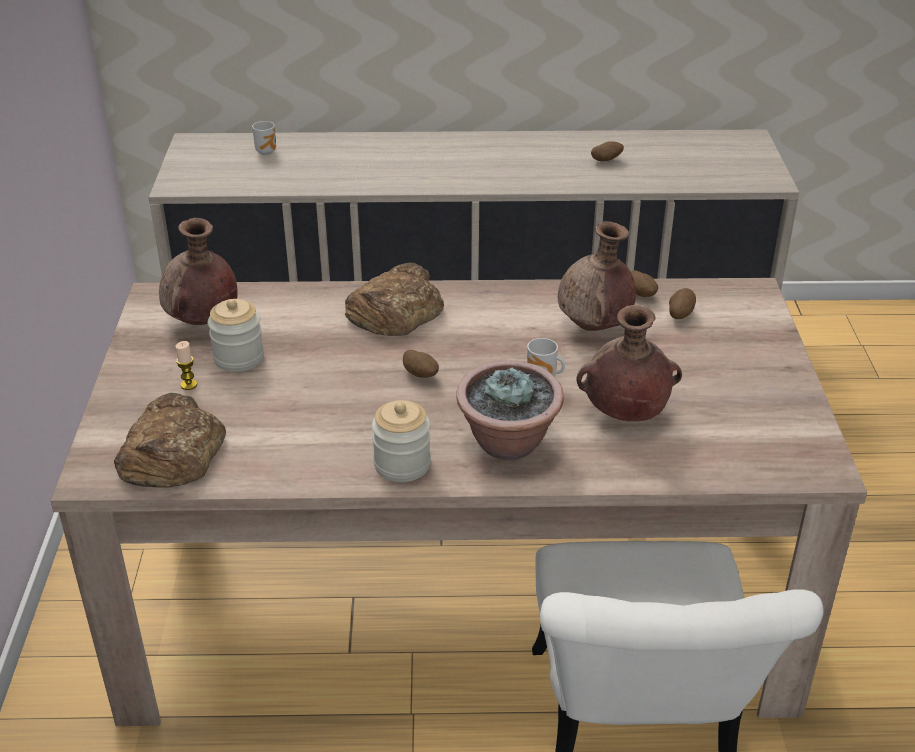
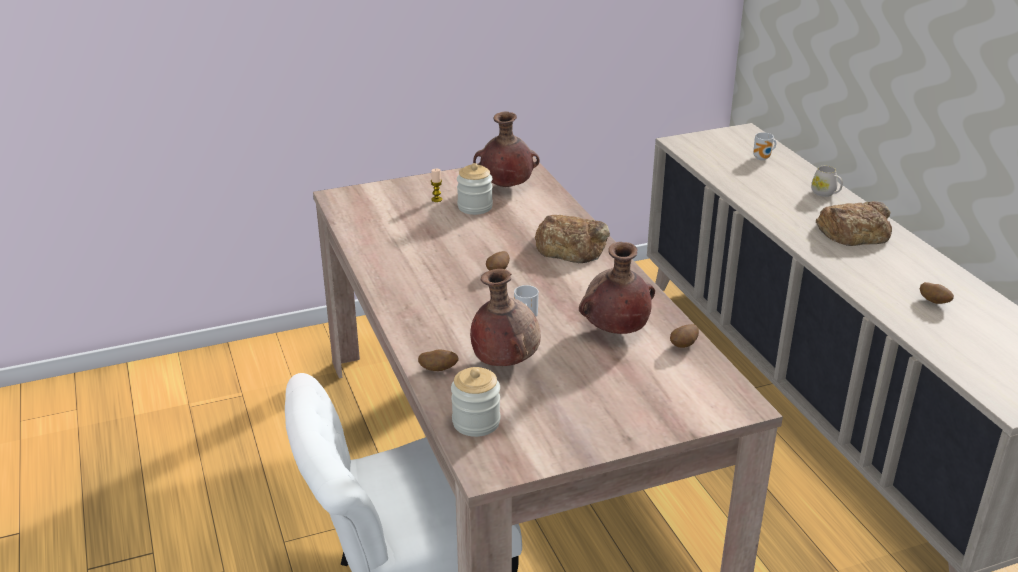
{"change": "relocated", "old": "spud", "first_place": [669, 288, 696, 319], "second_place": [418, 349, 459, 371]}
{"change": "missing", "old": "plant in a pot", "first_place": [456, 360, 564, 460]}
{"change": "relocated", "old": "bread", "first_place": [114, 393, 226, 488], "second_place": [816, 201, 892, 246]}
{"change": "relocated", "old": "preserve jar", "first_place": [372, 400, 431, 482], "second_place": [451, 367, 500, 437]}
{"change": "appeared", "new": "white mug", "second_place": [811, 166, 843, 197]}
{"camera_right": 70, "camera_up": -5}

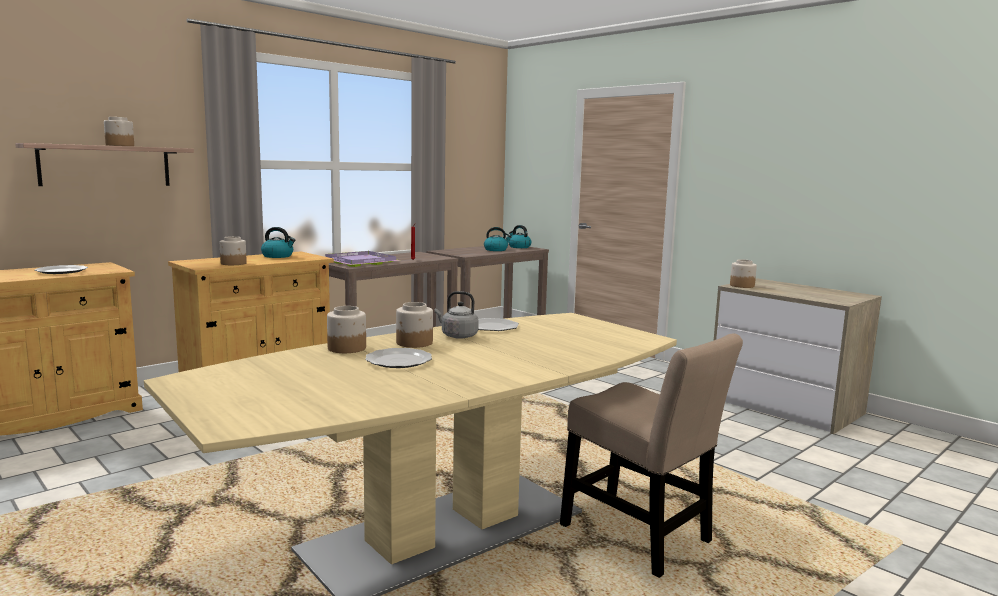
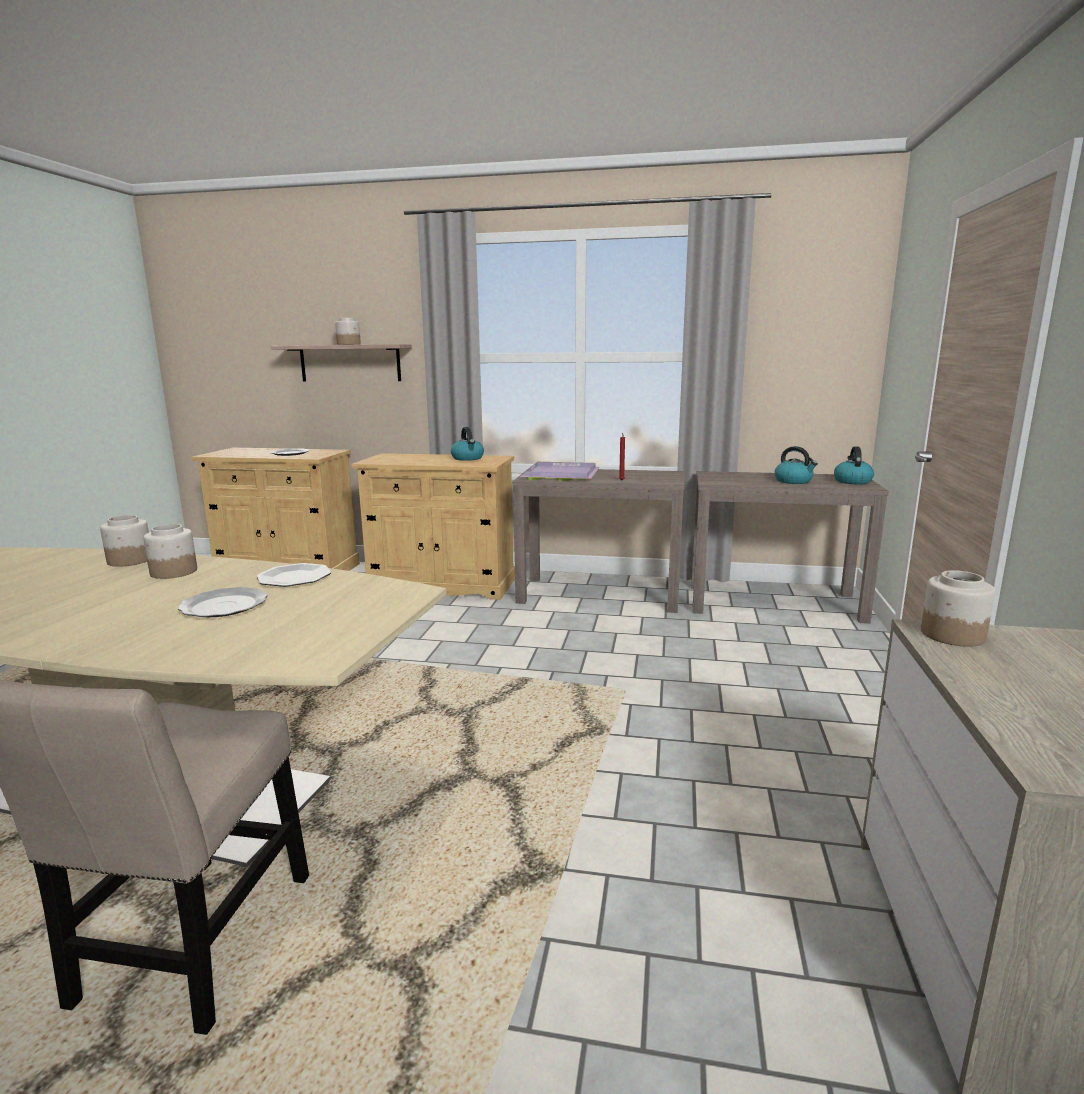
{"change": "missing", "old": "preserve jar", "first_place": [220, 236, 247, 265]}
{"change": "missing", "old": "gray tea kettle", "first_place": [435, 291, 479, 339]}
{"change": "relocated", "old": "flat dish", "first_place": [365, 348, 432, 368], "second_place": [178, 587, 268, 617]}
{"camera_right": 55, "camera_up": 5}

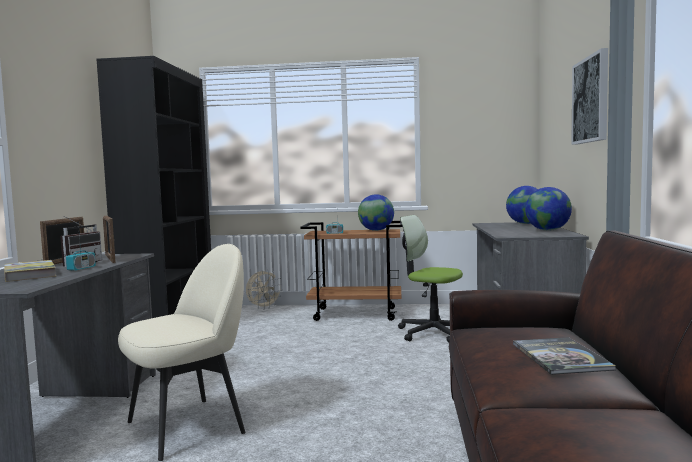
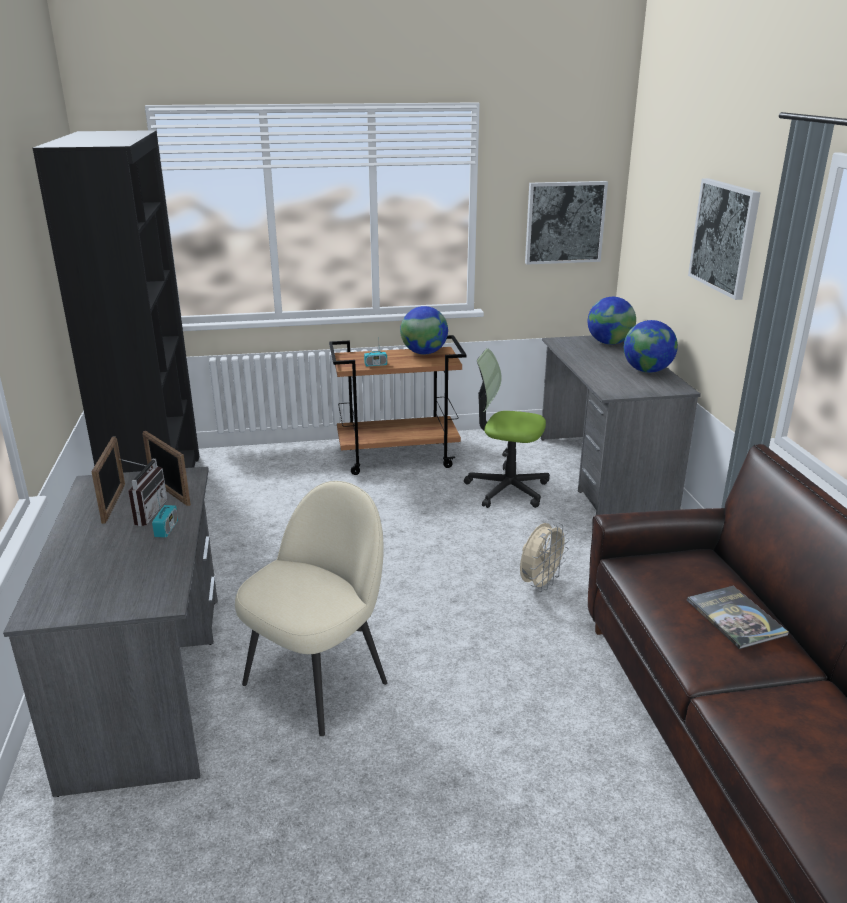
{"change": "missing", "old": "bound book", "first_place": [4, 260, 57, 282]}
{"change": "relocated", "old": "beige cooling fan", "first_place": [246, 270, 282, 309], "second_place": [520, 523, 570, 592]}
{"change": "appeared", "new": "picture", "second_place": [525, 181, 608, 265]}
{"camera_right": -15, "camera_up": 20}

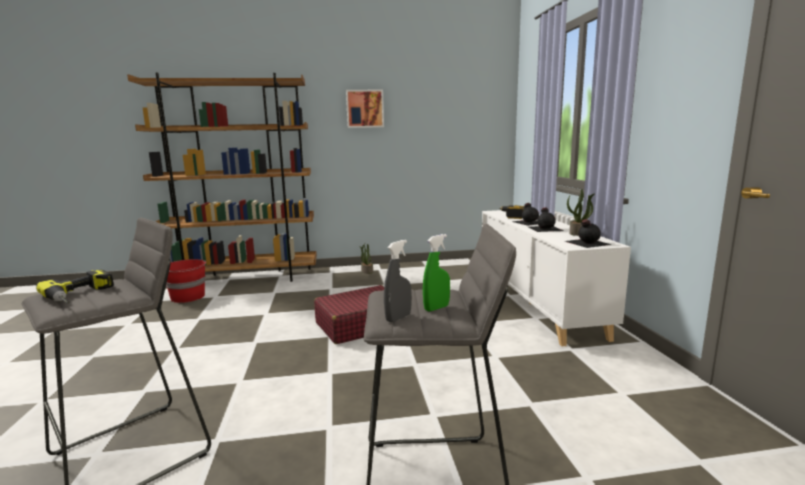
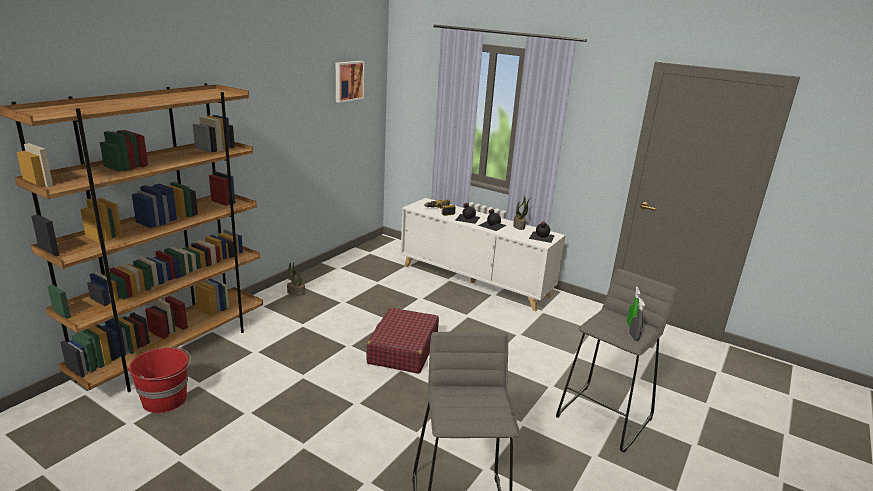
{"change": "relocated", "old": "picture", "first_place": [346, 90, 384, 128], "second_place": [336, 61, 364, 103]}
{"change": "missing", "old": "electric drill", "first_place": [36, 270, 114, 303]}
{"camera_right": -50, "camera_up": 10}

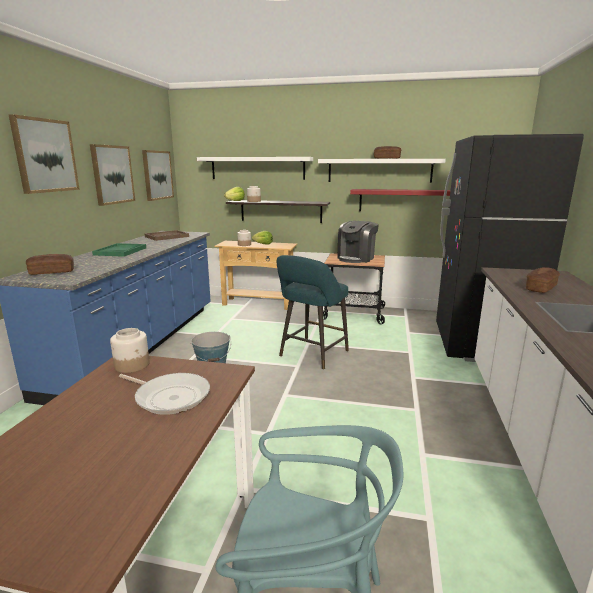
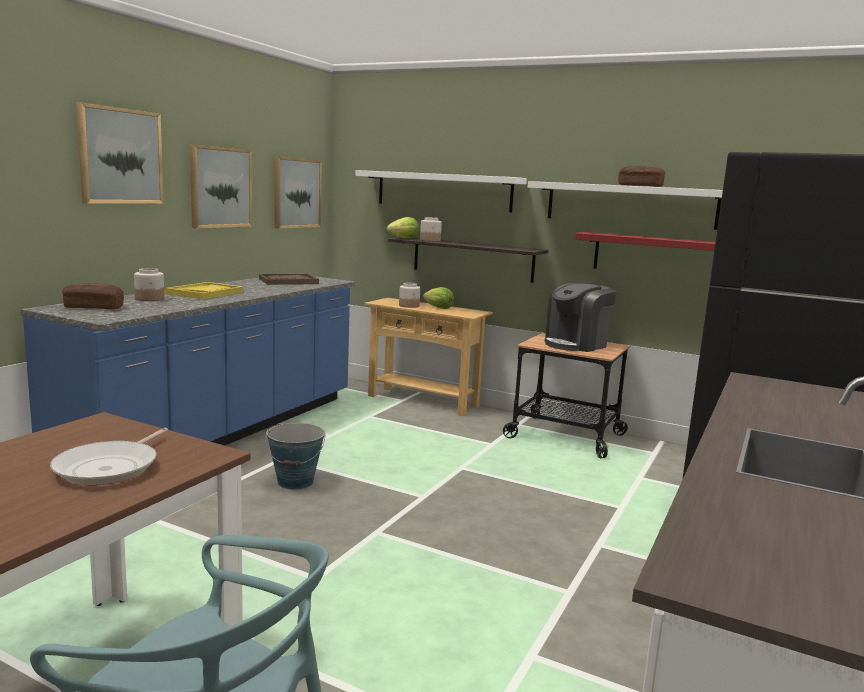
{"change": "colour", "old": "green serving tray", "new": "yellow serving tray", "first_place": [92, 243, 146, 257], "second_place": [165, 282, 243, 299]}
{"change": "missing", "old": "turquoise-coloured sitting stool", "first_place": [277, 255, 349, 370]}
{"change": "missing", "old": "bread", "first_place": [526, 267, 560, 293]}
{"change": "relocated", "old": "preserve jar", "first_place": [110, 328, 150, 373], "second_place": [134, 268, 164, 301]}
{"change": "spun", "old": "skillet", "first_place": [119, 373, 210, 415], "second_place": [50, 428, 168, 485], "degrees": 60}
{"camera_right": 15, "camera_up": -5}

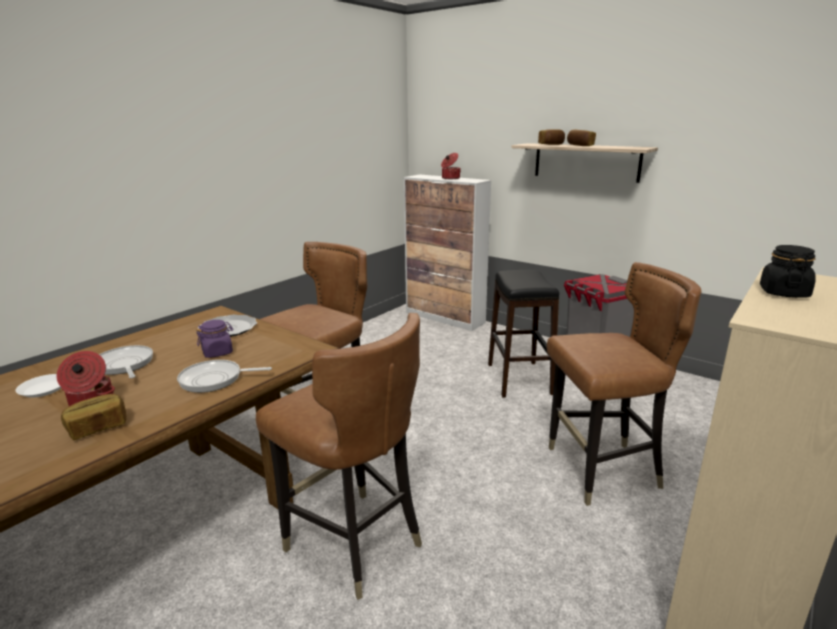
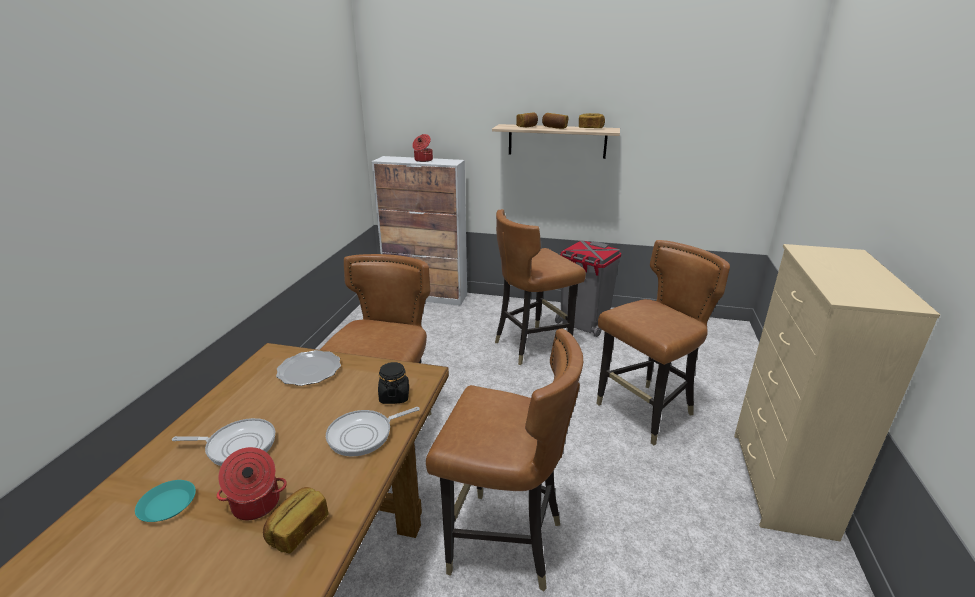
{"change": "relocated", "old": "blackish preserve jar", "first_place": [760, 245, 816, 298], "second_place": [378, 362, 409, 404]}
{"change": "exchanged", "old": "blackish sitting stool", "new": "brownish plain chair", "first_place": [488, 270, 559, 398], "second_place": [495, 209, 586, 365]}
{"change": "missing", "old": "purple-coloured preserve jar", "first_place": [196, 320, 234, 358]}
{"change": "spun", "old": "skillet", "first_place": [99, 345, 153, 378], "second_place": [172, 418, 275, 466], "degrees": 150}
{"change": "colour", "old": "white flat dish", "new": "turquoise-coloured flat dish", "first_place": [16, 374, 61, 397], "second_place": [135, 480, 196, 522]}
{"change": "appeared", "new": "bread", "second_place": [579, 113, 605, 128]}
{"camera_right": -25, "camera_up": 5}

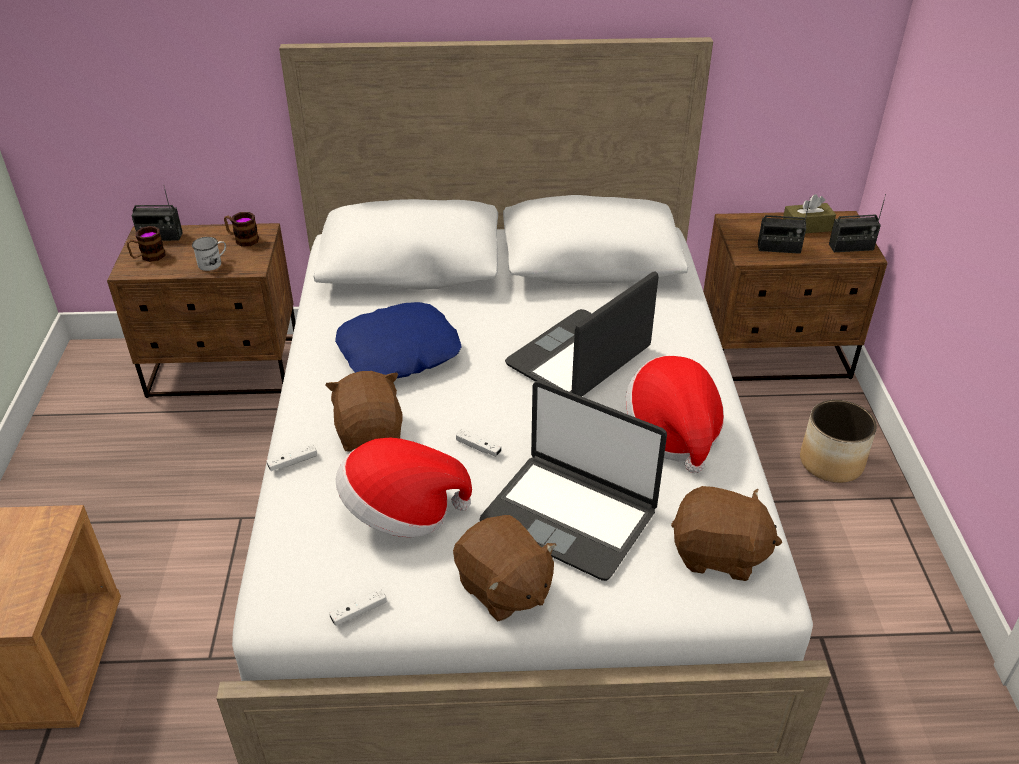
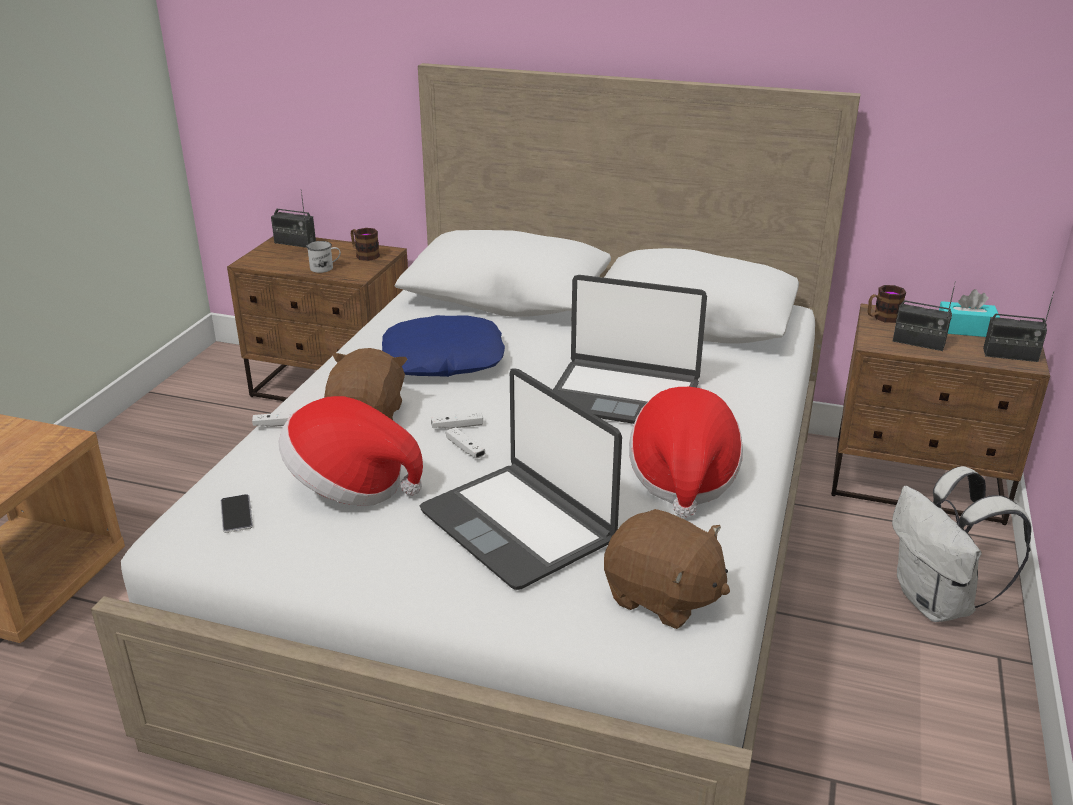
{"change": "colour", "old": "brownish tissue holder", "new": "turquoise-coloured tissue holder", "first_place": [783, 194, 836, 233], "second_place": [939, 289, 1000, 337]}
{"change": "relocated", "old": "mug", "first_place": [127, 226, 166, 262], "second_place": [867, 285, 906, 323]}
{"change": "spun", "old": "portable computer", "first_place": [505, 271, 659, 397], "second_place": [553, 275, 707, 424], "degrees": -135}
{"change": "exchanged", "old": "plant pot", "new": "white knapsack", "first_place": [800, 400, 877, 483], "second_place": [892, 466, 1031, 622]}
{"change": "missing", "old": "brownish plush toy", "first_place": [453, 515, 556, 621]}
{"change": "relocated", "old": "white game controller", "first_place": [329, 588, 387, 626], "second_place": [431, 412, 483, 429]}
{"change": "appeared", "new": "phone", "second_place": [221, 494, 253, 533]}
{"camera_right": 20, "camera_up": -10}

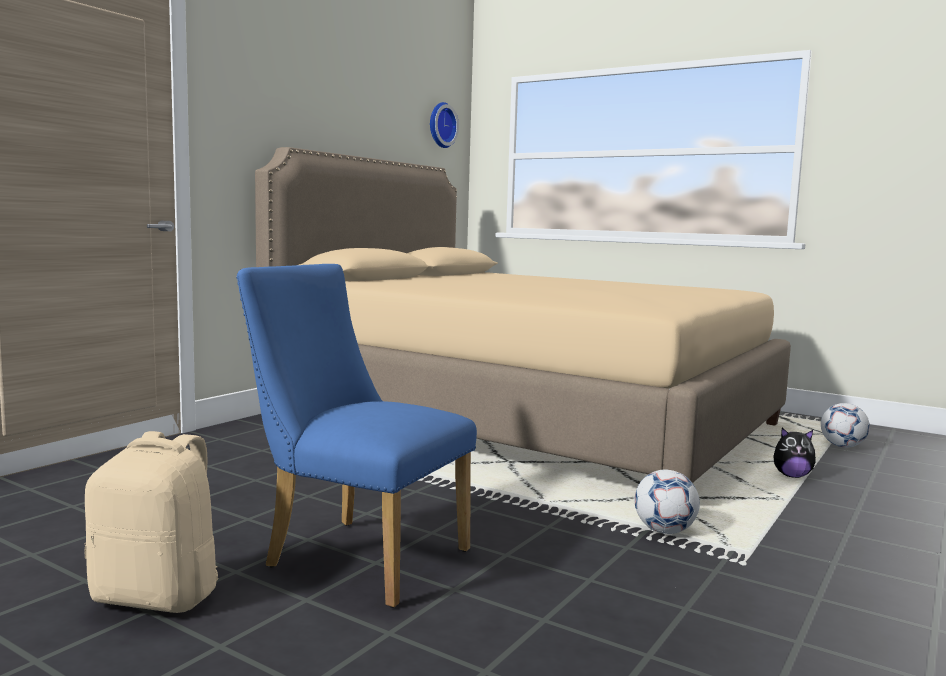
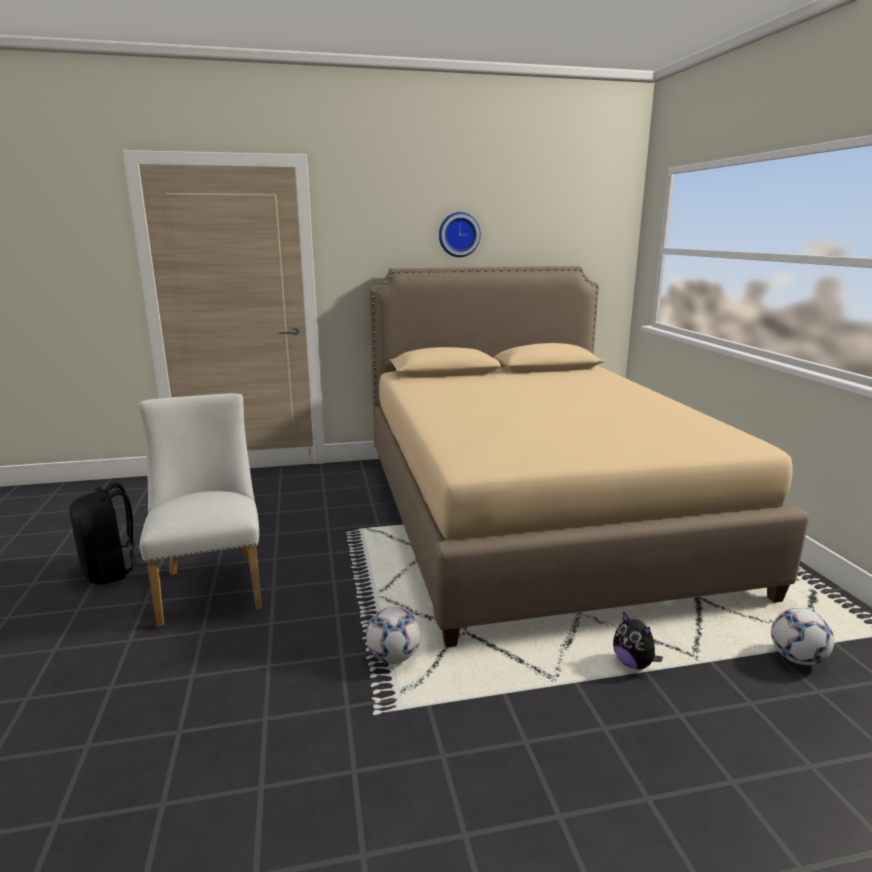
{"change": "relocated", "old": "clock on the wall", "first_place": [430, 102, 459, 148], "second_place": [439, 212, 481, 257]}
{"change": "colour", "old": "bluish plain chair", "new": "white plain chair", "first_place": [236, 264, 477, 608], "second_place": [138, 393, 262, 627]}
{"change": "colour", "old": "beige knapsack", "new": "blackish knapsack", "first_place": [84, 431, 219, 613], "second_place": [69, 483, 147, 584]}
{"camera_right": 45, "camera_up": 10}

